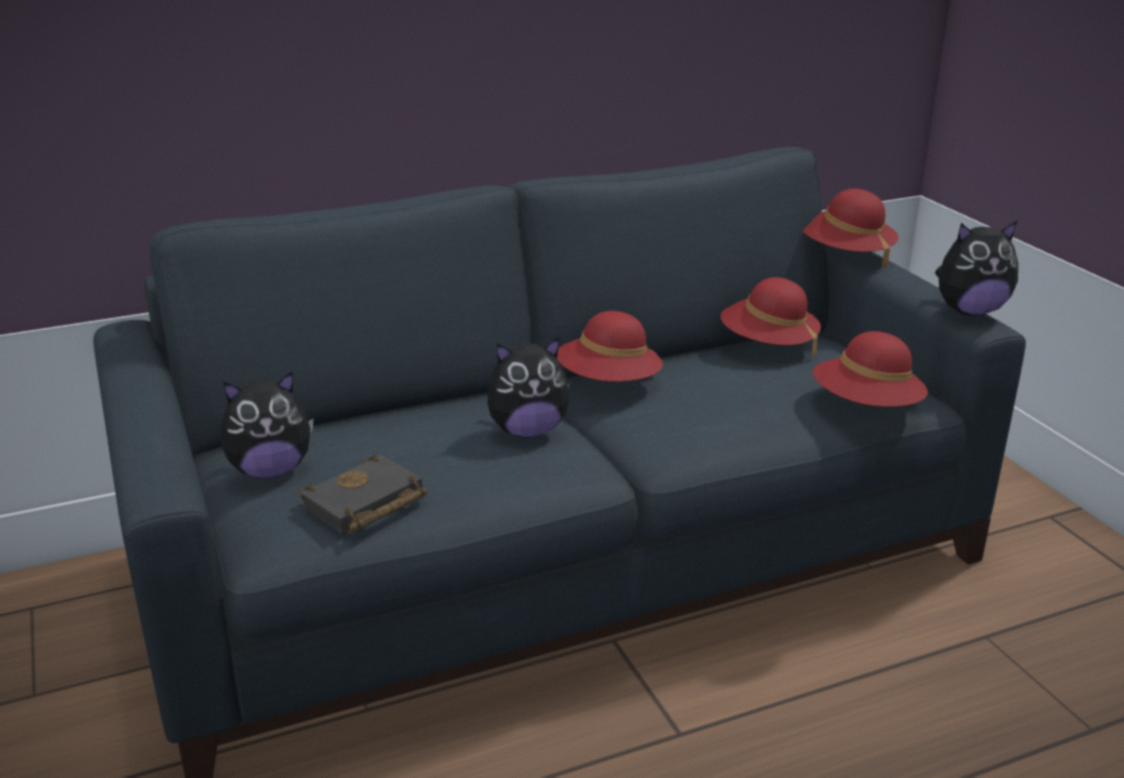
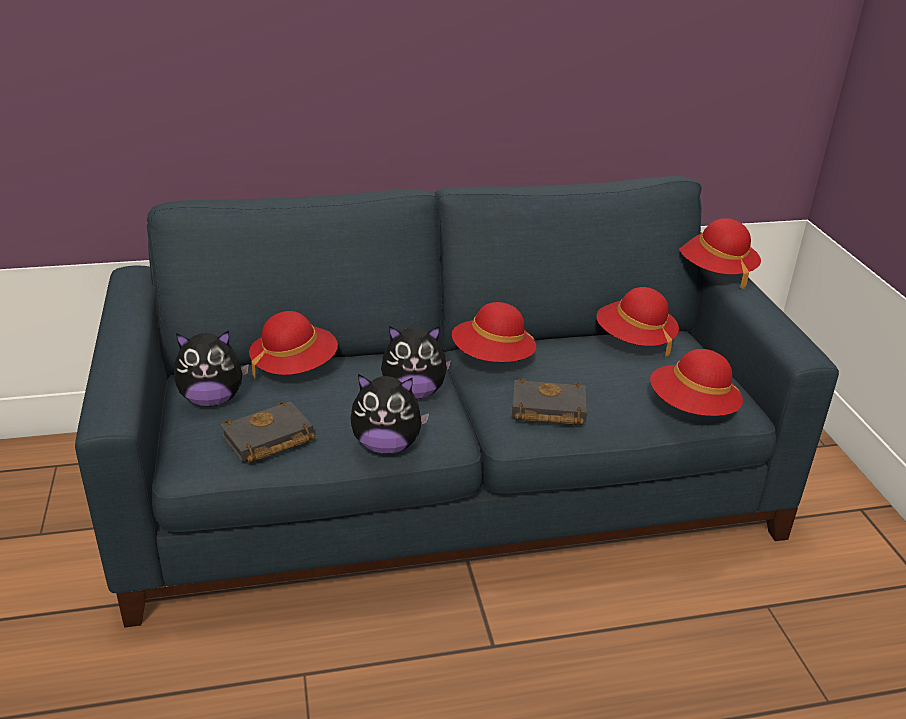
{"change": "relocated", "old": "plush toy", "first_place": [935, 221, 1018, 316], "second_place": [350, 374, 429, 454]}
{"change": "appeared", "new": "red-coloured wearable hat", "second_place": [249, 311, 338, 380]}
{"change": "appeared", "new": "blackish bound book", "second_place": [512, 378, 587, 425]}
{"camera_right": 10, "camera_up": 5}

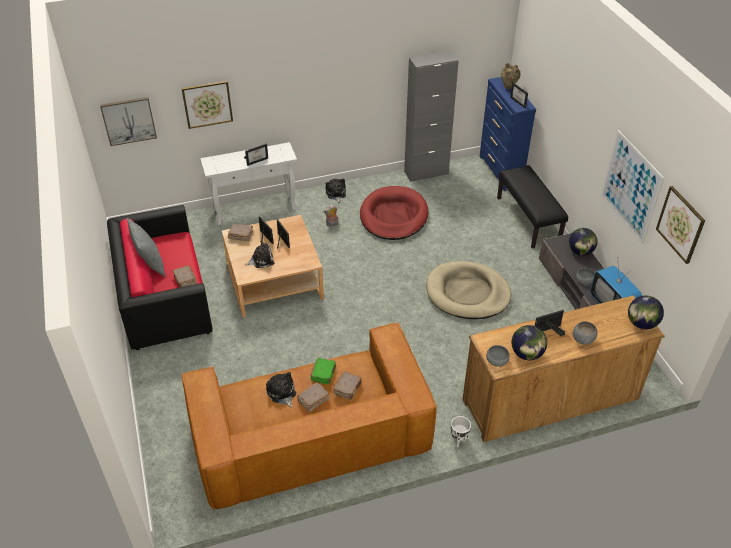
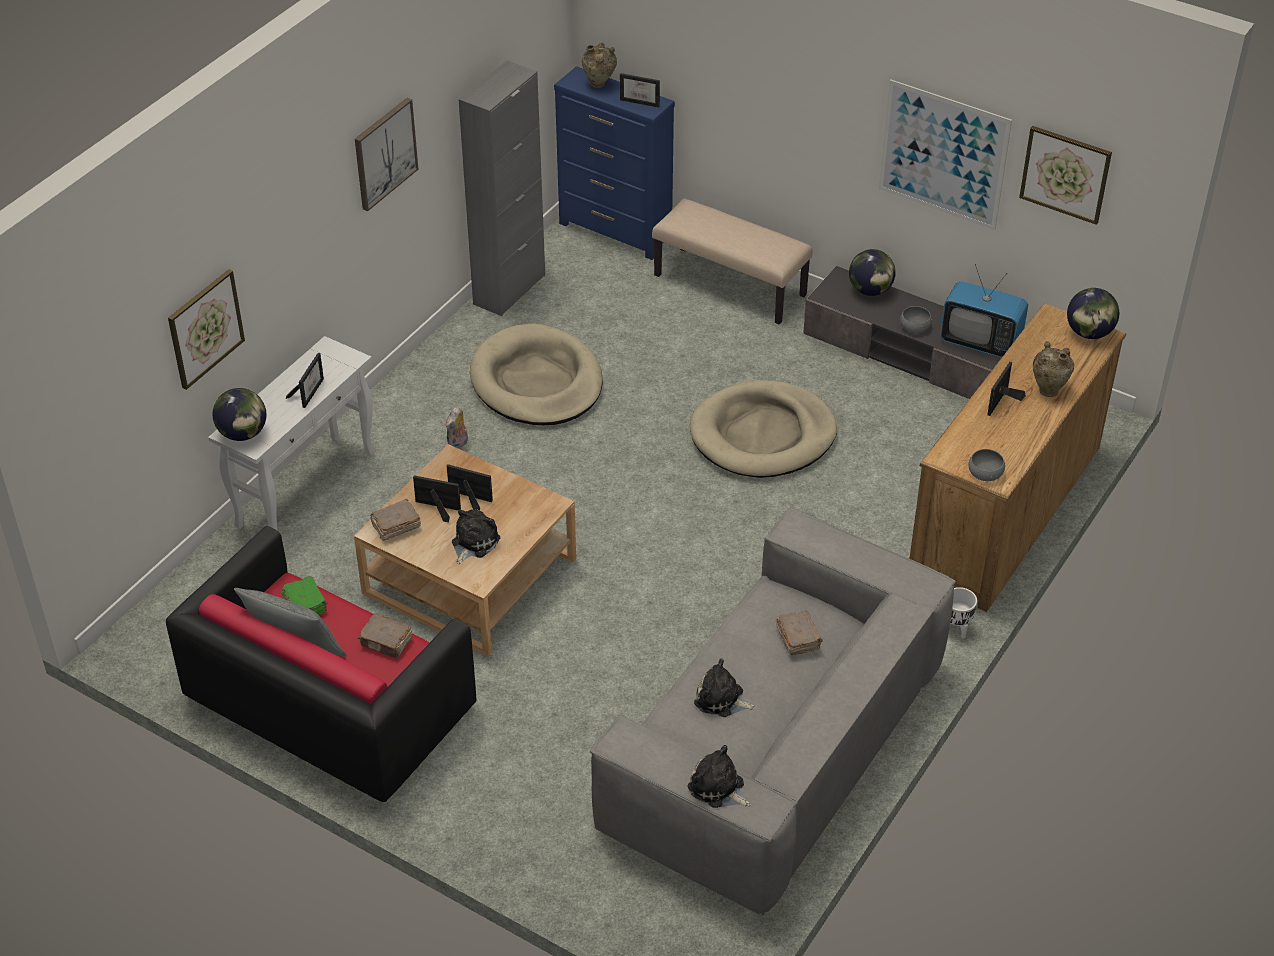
{"change": "relocated", "old": "picture", "first_place": [100, 97, 157, 146], "second_place": [355, 98, 419, 211]}
{"change": "colour", "old": "blackish indoor bench", "new": "beige indoor bench", "first_place": [497, 165, 568, 249], "second_place": [652, 199, 813, 324]}
{"change": "relocated", "old": "plush toy", "first_place": [325, 178, 346, 203], "second_place": [688, 745, 751, 808]}
{"change": "colour", "old": "red-coloured dog bed", "new": "beige dog bed", "first_place": [360, 186, 428, 240], "second_place": [470, 323, 603, 425]}
{"change": "exchanged", "old": "gray serving bowl", "new": "beige flower vase", "first_place": [573, 321, 597, 345], "second_place": [1033, 341, 1074, 397]}
{"change": "colour", "old": "brownish sofa", "new": "gray sofa", "first_place": [181, 323, 437, 509], "second_place": [590, 507, 956, 916]}
{"change": "relocated", "old": "globe", "first_place": [512, 325, 547, 360], "second_place": [213, 388, 266, 441]}
{"change": "relocated", "old": "green bound book", "first_place": [310, 358, 336, 384], "second_place": [281, 576, 328, 615]}
{"change": "missing", "old": "brownish bound book", "first_place": [297, 382, 329, 412]}
{"camera_right": -40, "camera_up": 0}

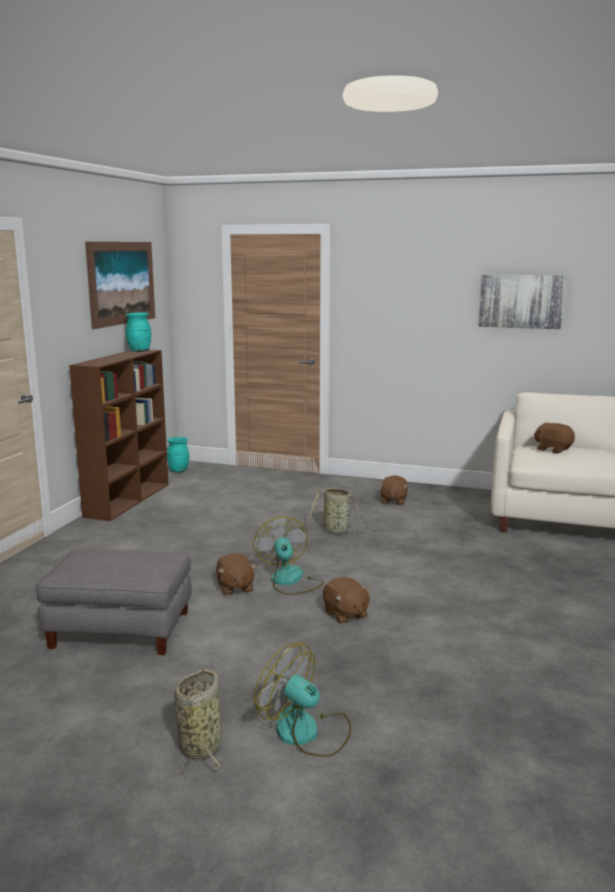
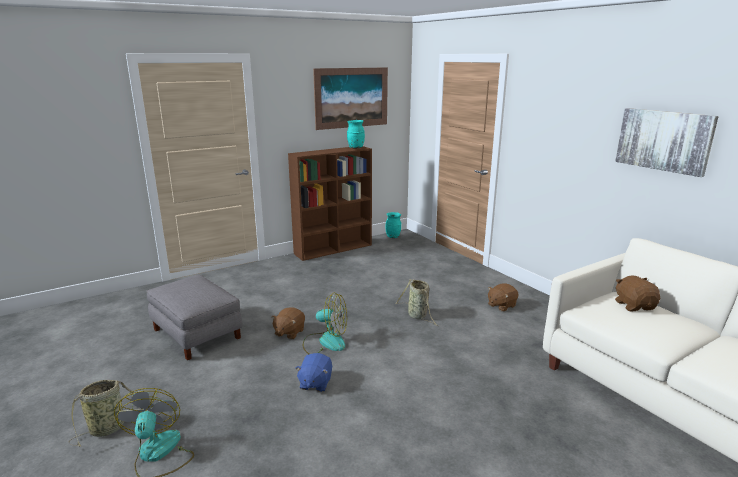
{"change": "spun", "old": "cooling fan", "first_place": [253, 516, 324, 595], "second_place": [303, 292, 347, 354], "degrees": 75}
{"change": "colour", "old": "brownish plush toy", "new": "bluish plush toy", "first_place": [323, 577, 371, 624], "second_place": [295, 353, 332, 392]}
{"camera_right": 40, "camera_up": 5}

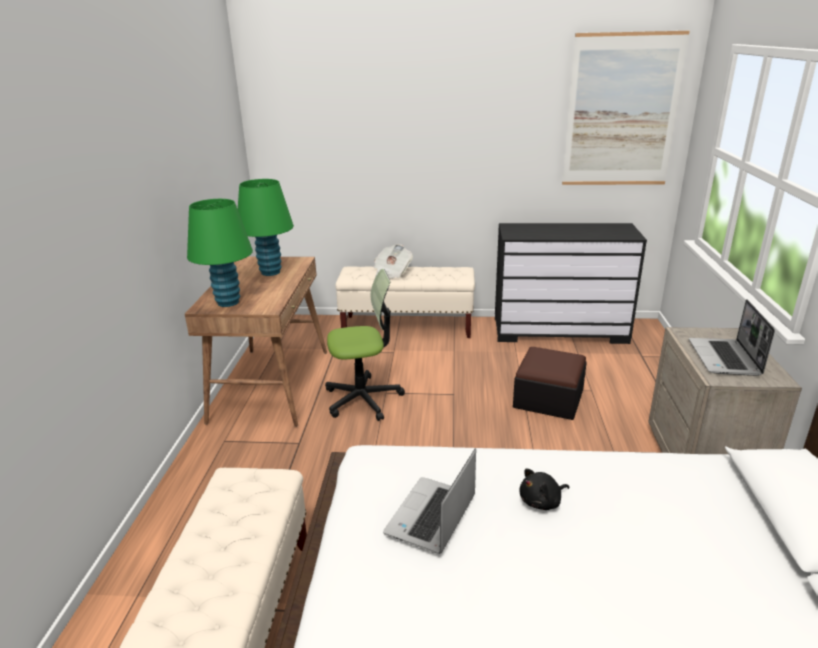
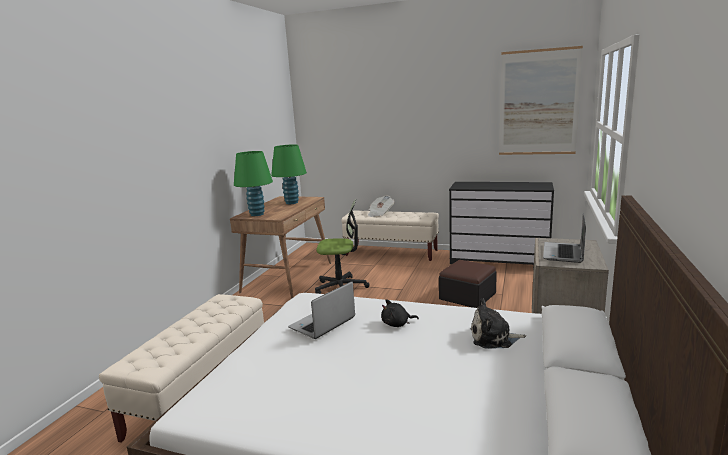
{"change": "appeared", "new": "plush toy", "second_place": [471, 298, 526, 349]}
{"camera_right": 15, "camera_up": -10}

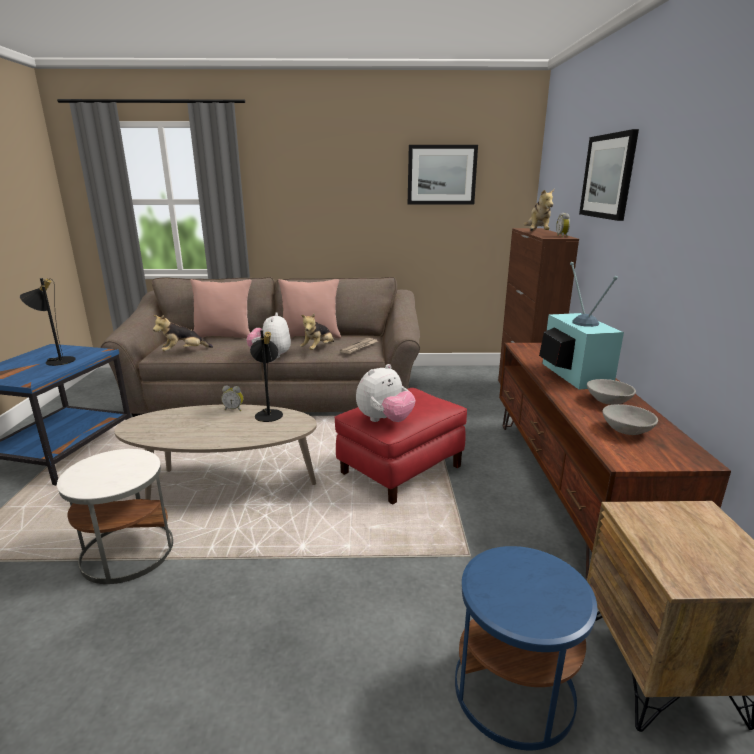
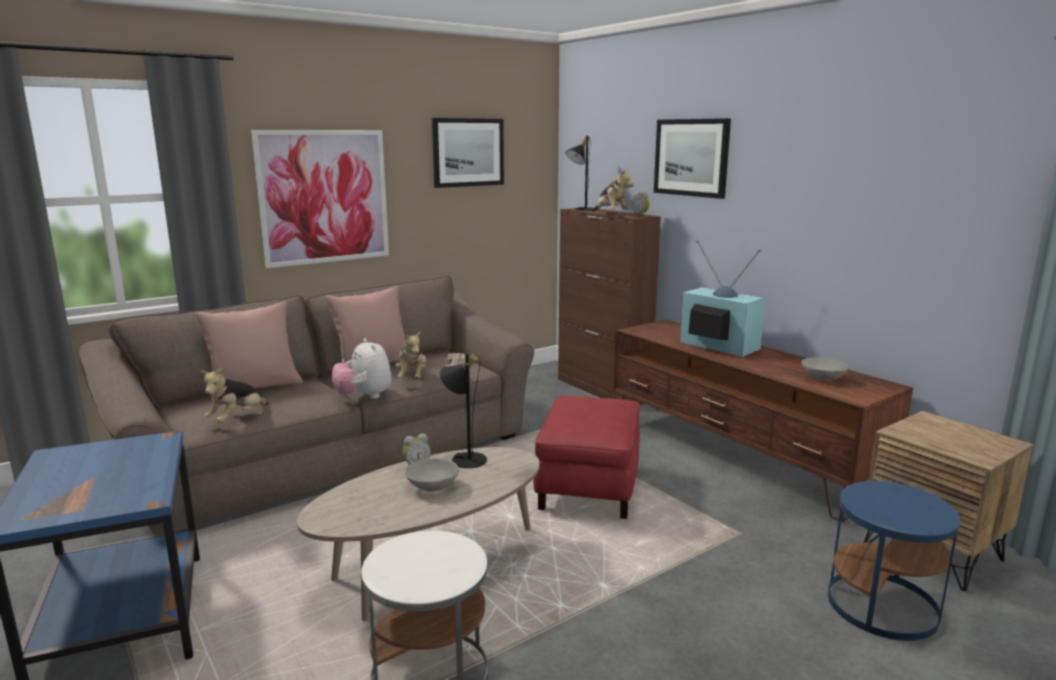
{"change": "relocated", "old": "blackish tabletop lamp", "first_place": [20, 278, 76, 366], "second_place": [565, 135, 593, 211]}
{"change": "missing", "old": "plush toy", "first_place": [356, 364, 416, 422]}
{"change": "relocated", "old": "gray serving bowl", "first_place": [587, 379, 636, 405], "second_place": [405, 458, 459, 492]}
{"change": "appeared", "new": "picture", "second_place": [251, 130, 389, 268]}
{"camera_right": -35, "camera_up": -5}

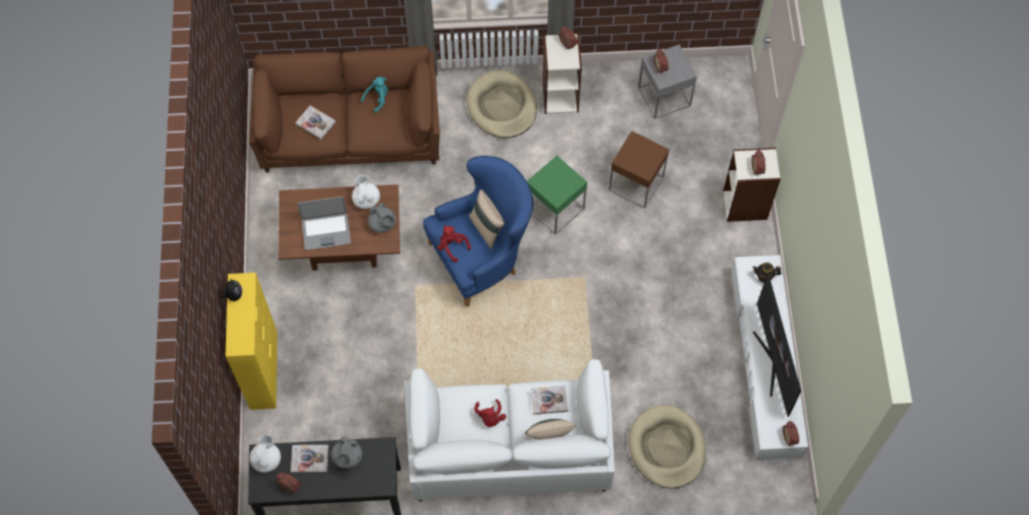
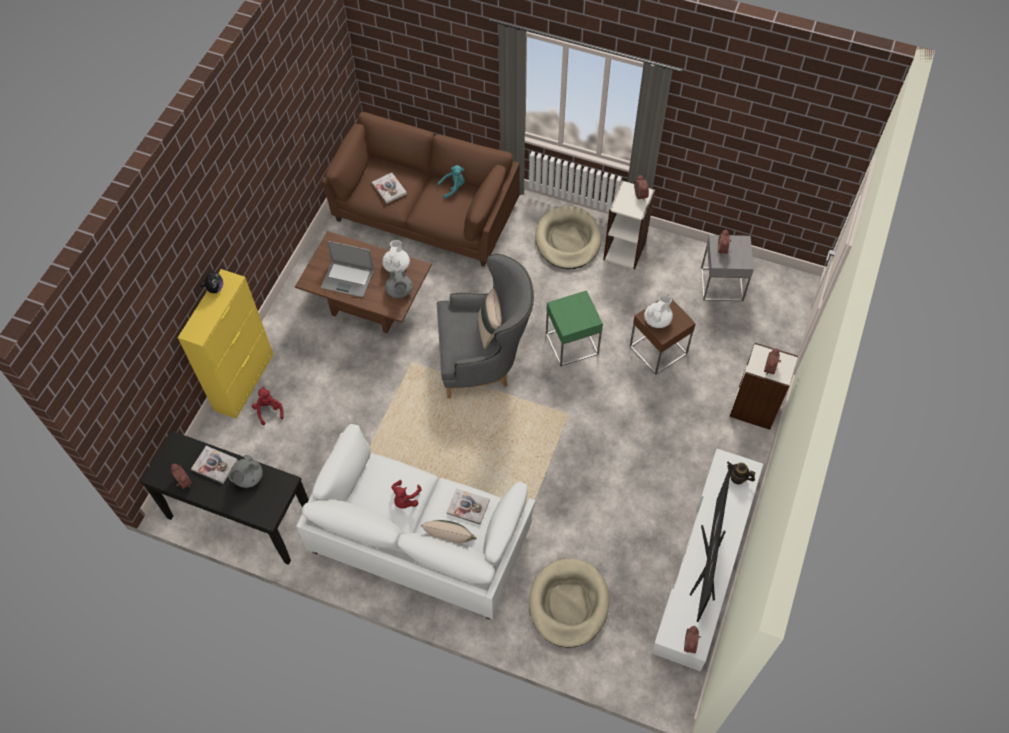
{"change": "colour", "old": "bluish easy chair", "new": "gray easy chair", "first_place": [423, 156, 533, 307], "second_place": [437, 254, 534, 399]}
{"change": "relocated", "old": "red-coloured plush toy", "first_place": [437, 225, 471, 263], "second_place": [252, 387, 284, 425]}
{"change": "relocated", "old": "white teapot", "first_place": [250, 435, 281, 473], "second_place": [644, 295, 673, 328]}
{"camera_right": 25, "camera_up": -5}

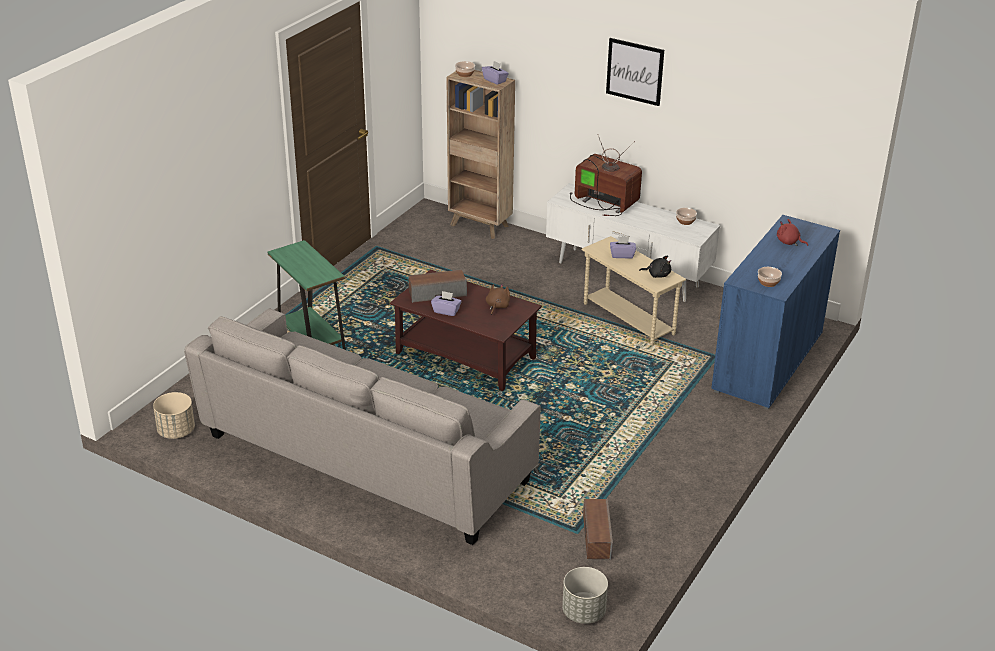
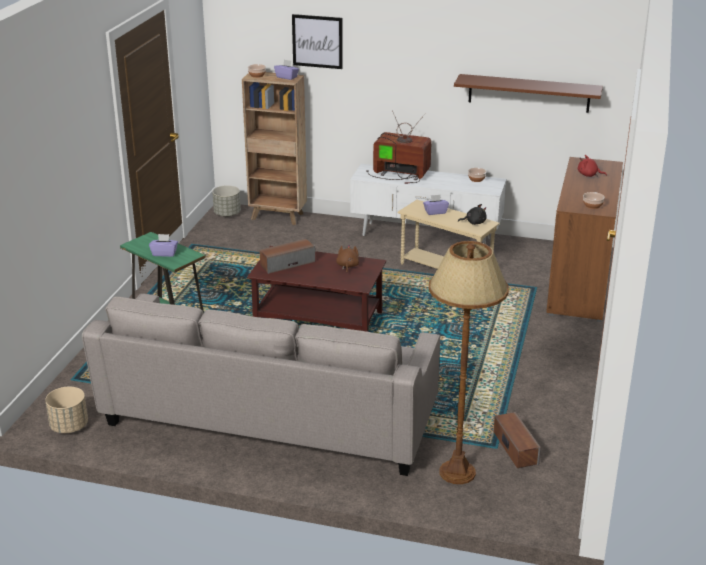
{"change": "relocated", "old": "picture", "first_place": [606, 38, 664, 106], "second_place": [292, 14, 343, 69]}
{"change": "colour", "old": "bluish storage cabinet", "new": "brownish storage cabinet", "first_place": [711, 215, 840, 410], "second_place": [546, 157, 623, 322]}
{"change": "relocated", "old": "purple-coloured tissue holder", "first_place": [431, 291, 462, 316], "second_place": [149, 234, 178, 257]}
{"change": "relocated", "old": "gray plant pot", "first_place": [562, 567, 608, 624], "second_place": [212, 185, 241, 217]}
{"change": "appeared", "new": "brownish wall shelf", "second_place": [454, 74, 603, 113]}
{"change": "appeared", "new": "brownish floor lamp", "second_place": [429, 241, 509, 484]}
{"camera_right": -15, "camera_up": -5}

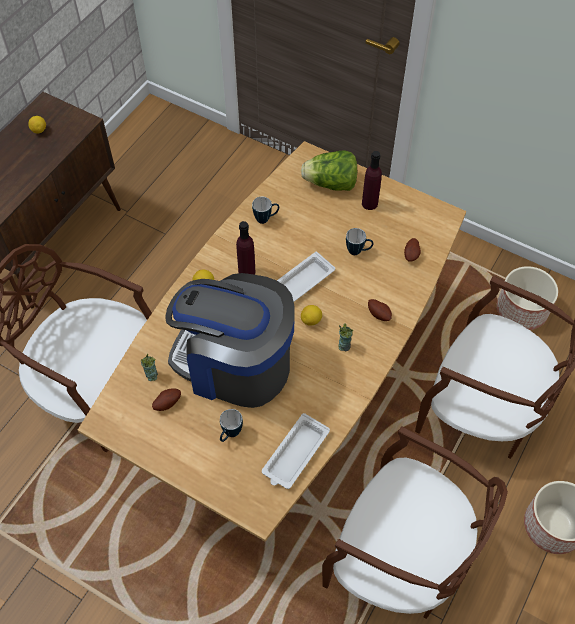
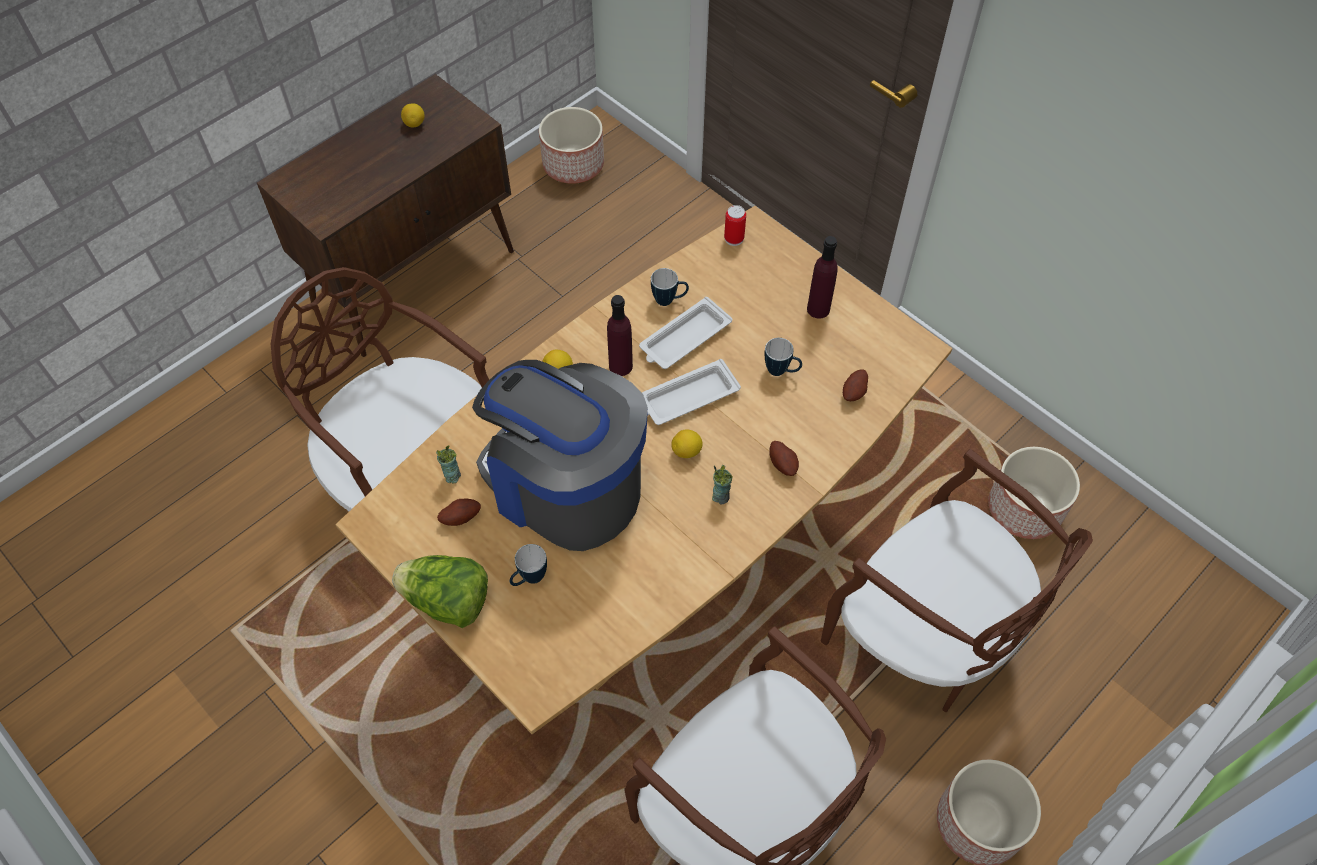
{"change": "relocated", "old": "head of lettuce", "first_place": [301, 151, 357, 191], "second_place": [392, 555, 488, 628]}
{"change": "relocated", "old": "white serving tray", "first_place": [262, 413, 330, 489], "second_place": [639, 297, 732, 369]}
{"change": "appeared", "new": "plant pot", "second_place": [539, 107, 604, 184]}
{"change": "appeared", "new": "can", "second_place": [724, 205, 746, 246]}
{"camera_right": 15, "camera_up": 0}

